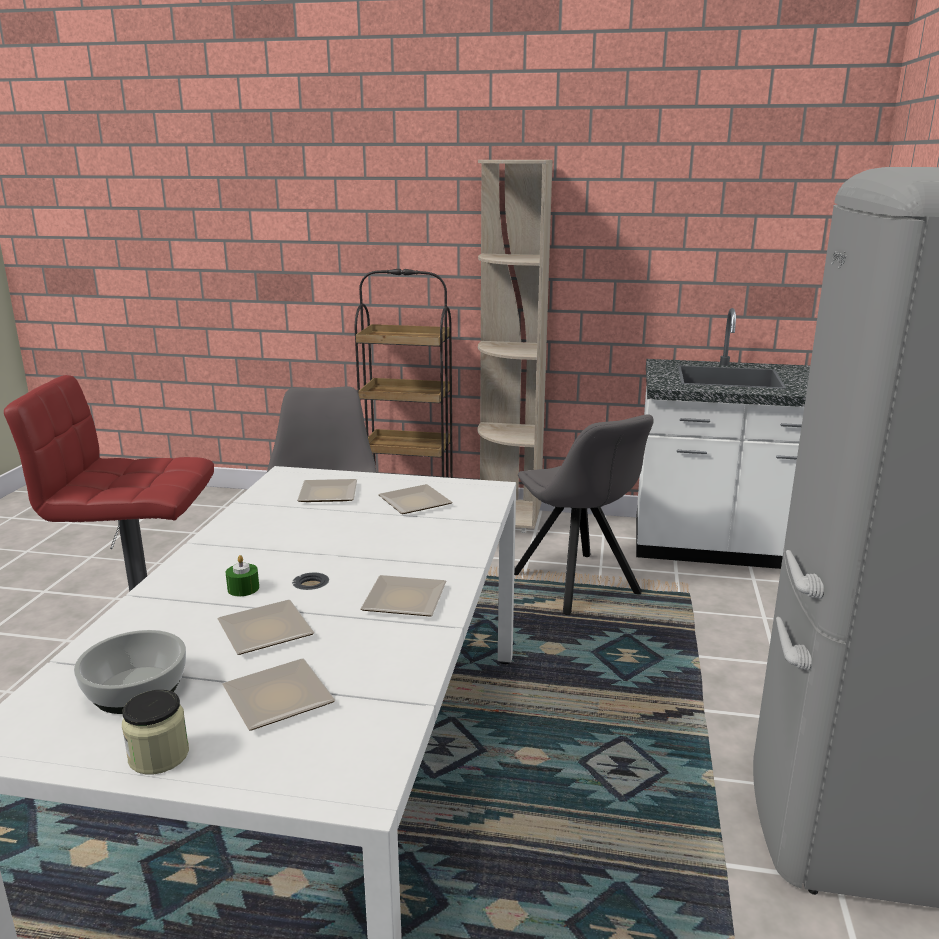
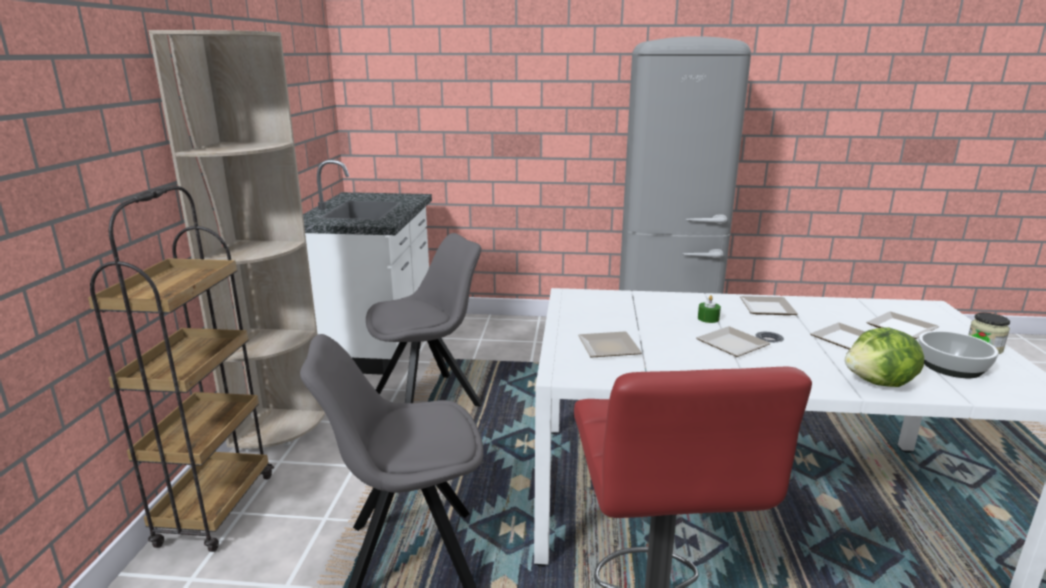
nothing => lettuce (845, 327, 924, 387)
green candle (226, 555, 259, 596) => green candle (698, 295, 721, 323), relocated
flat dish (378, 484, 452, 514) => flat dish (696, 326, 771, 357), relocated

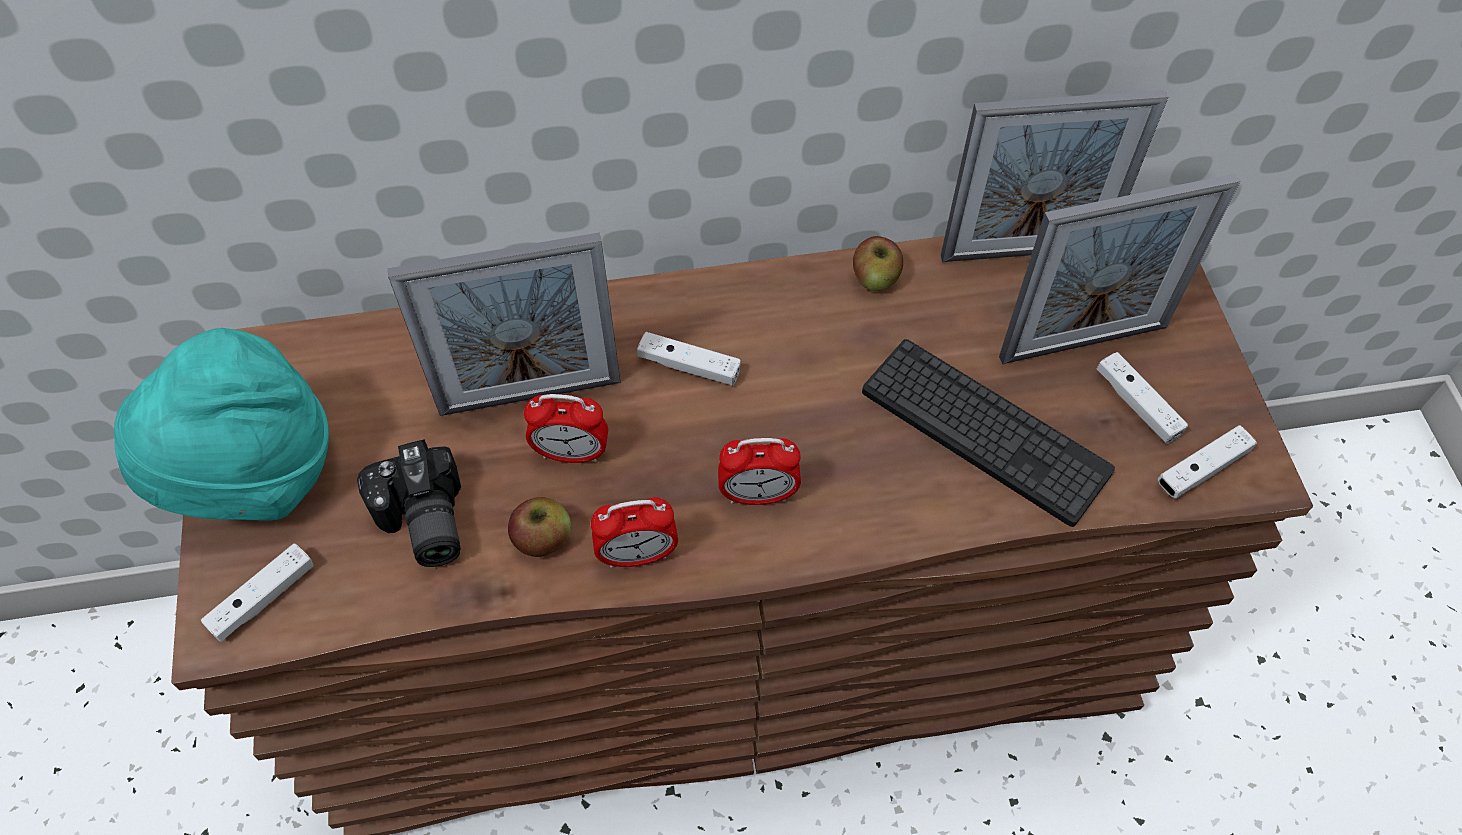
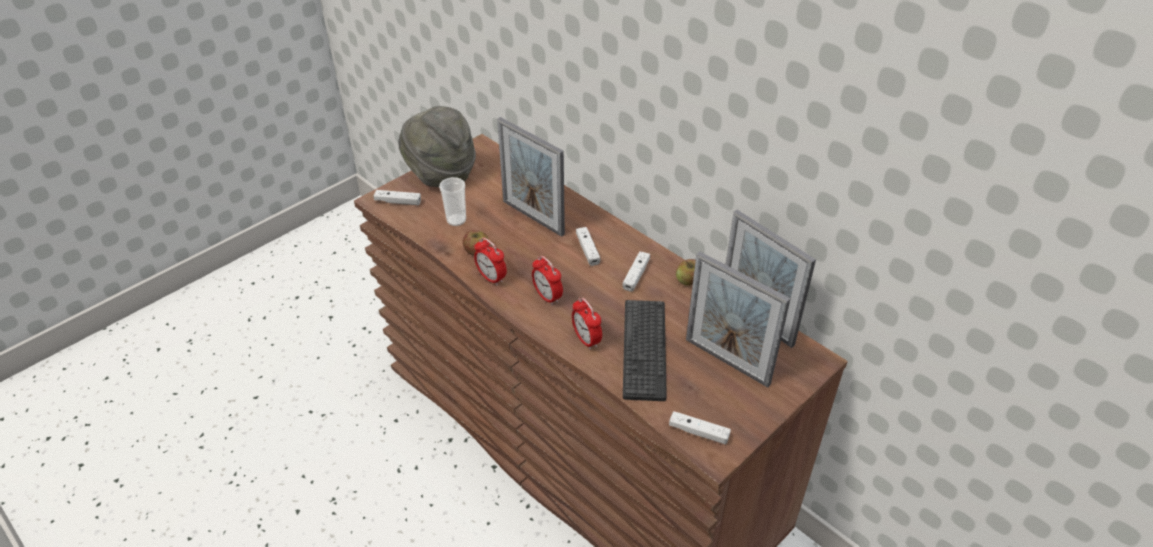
table clock (524, 394, 608, 463) => table clock (572, 298, 602, 350), relocated
white-coloured game controller (1097, 352, 1188, 444) => white-coloured game controller (623, 251, 650, 292), relocated
still camera (357, 439, 461, 567) => drinking cup (439, 177, 466, 226)
turquoise-coloured wearable hat (114, 328, 329, 521) => greyish wearable hat (399, 106, 476, 187)

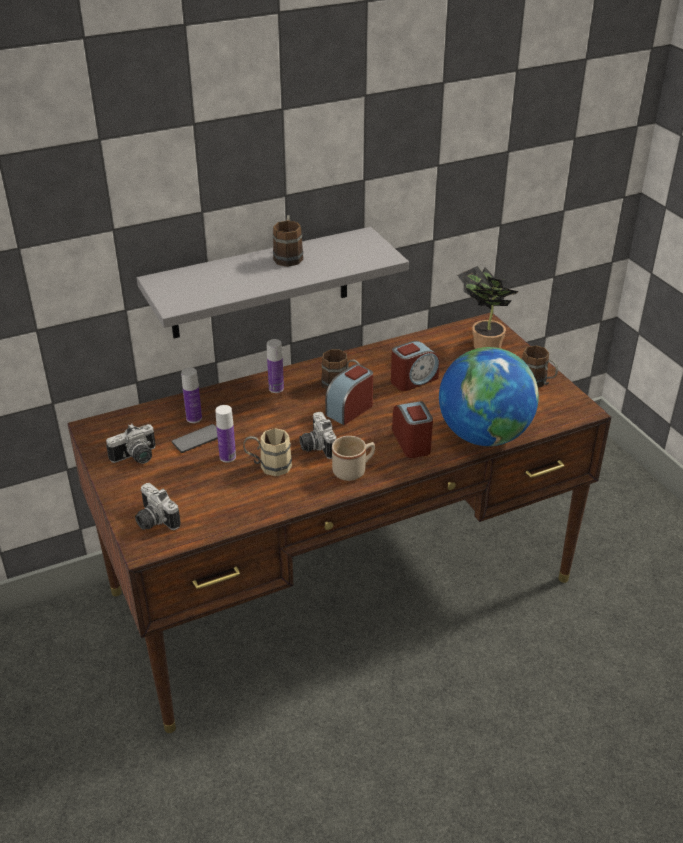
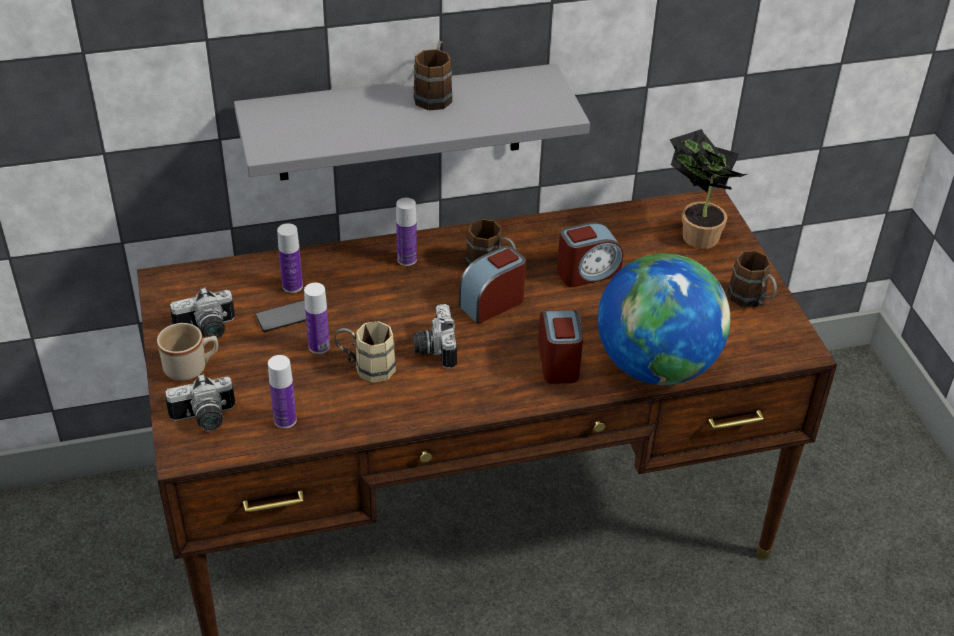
nothing => beverage bottle (268, 355, 297, 429)
beige-coloured tea mug (332, 436, 375, 481) => beige-coloured tea mug (157, 323, 218, 381), relocated
still camera (135, 483, 181, 530) => still camera (165, 374, 235, 431), 75 degrees counterclockwise

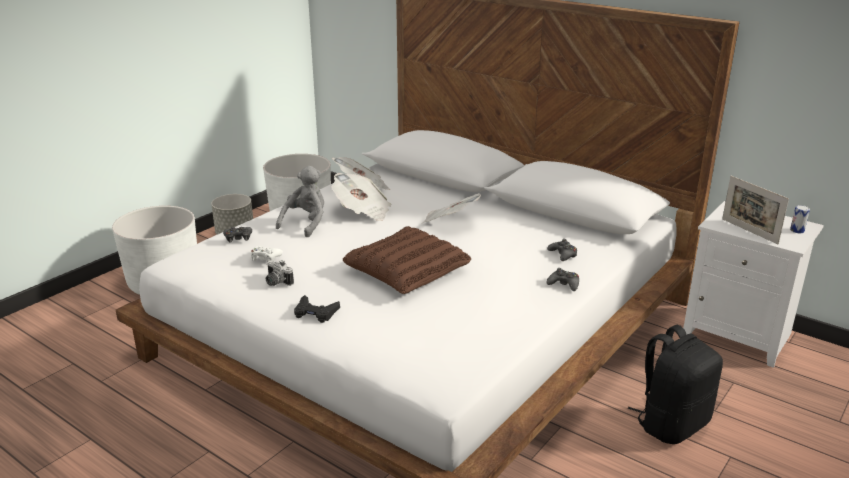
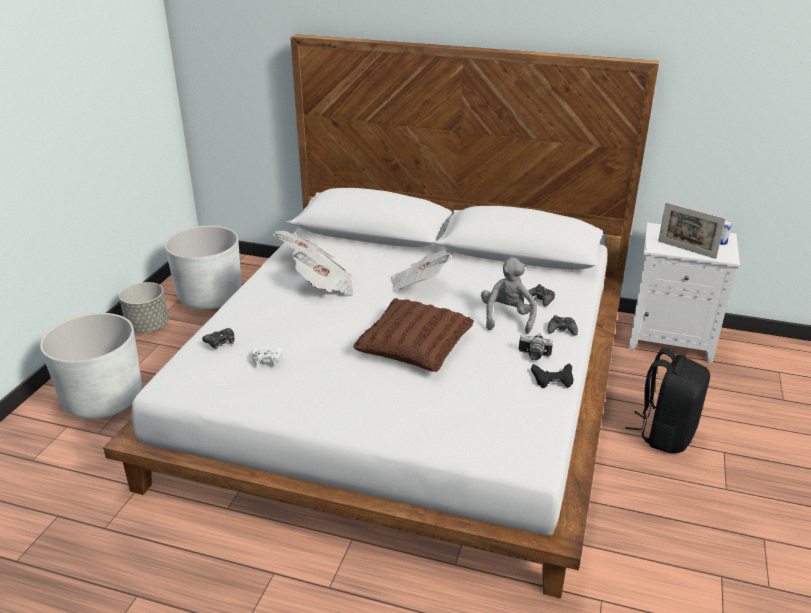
still camera (266, 260, 294, 286) => still camera (519, 333, 553, 361), relocated
greyish cuddly toy (276, 166, 324, 237) => greyish cuddly toy (481, 257, 537, 334), relocated
blackish game controller (294, 295, 340, 323) => blackish game controller (531, 363, 573, 388), relocated

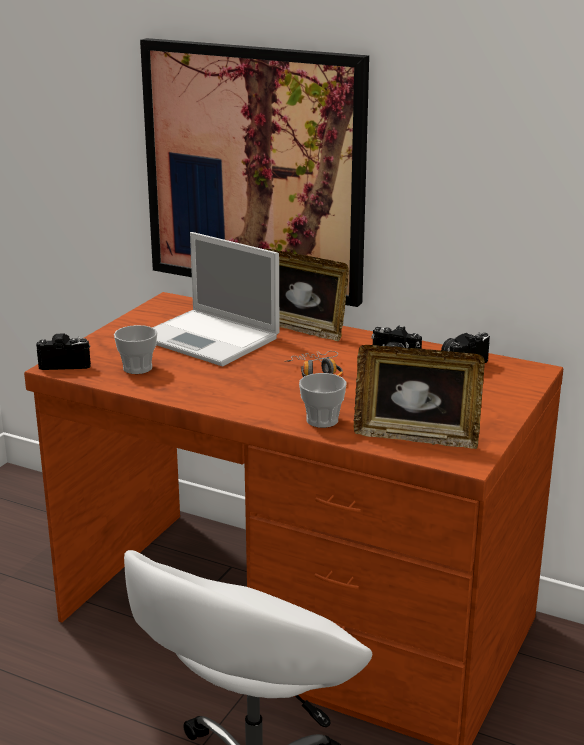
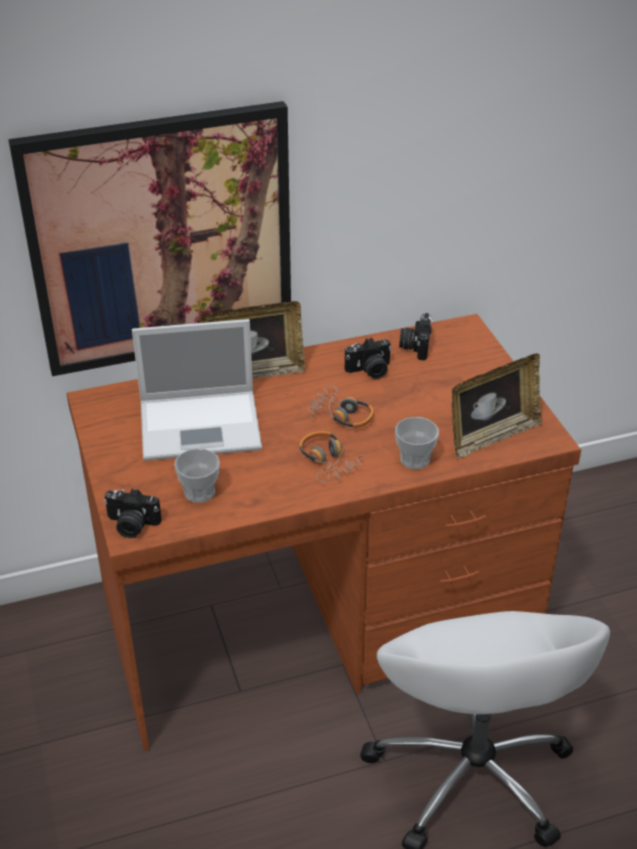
nothing => headphones (299, 431, 364, 482)
still camera (36, 334, 91, 370) => still camera (104, 489, 162, 538), 120 degrees counterclockwise

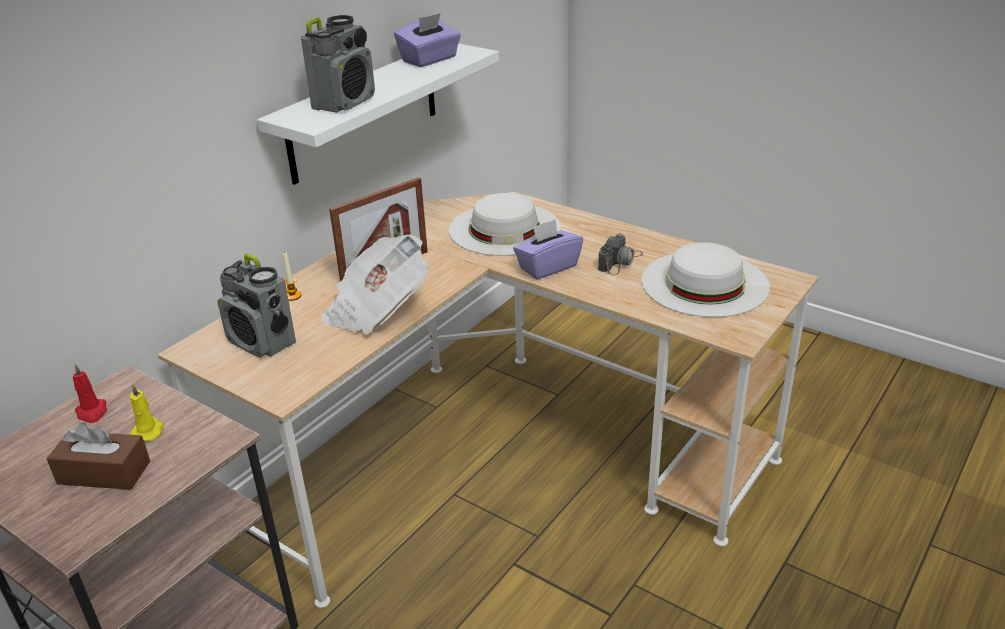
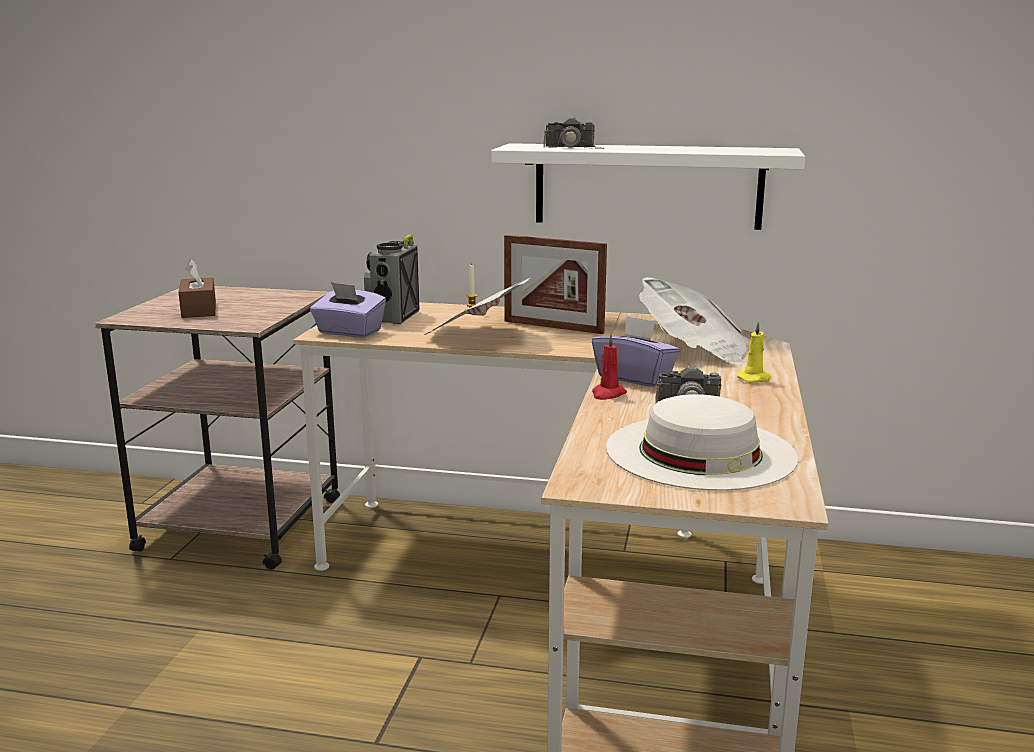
red-coloured candle (73, 364, 107, 423) => red-coloured candle (592, 334, 627, 400), relocated
yellow candle (130, 384, 164, 441) => yellow candle (737, 321, 772, 382), relocated
purple-coloured tissue box (394, 13, 461, 67) => purple-coloured tissue box (310, 282, 386, 338), relocated
radio (301, 15, 375, 113) => still camera (543, 117, 605, 149)
white-coloured wearable hat (449, 193, 561, 256) => printed paper (639, 277, 750, 365)

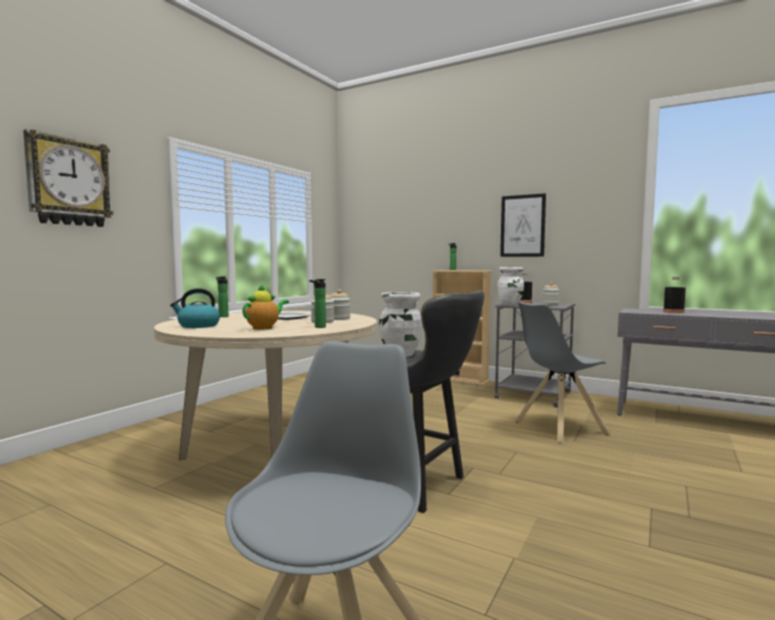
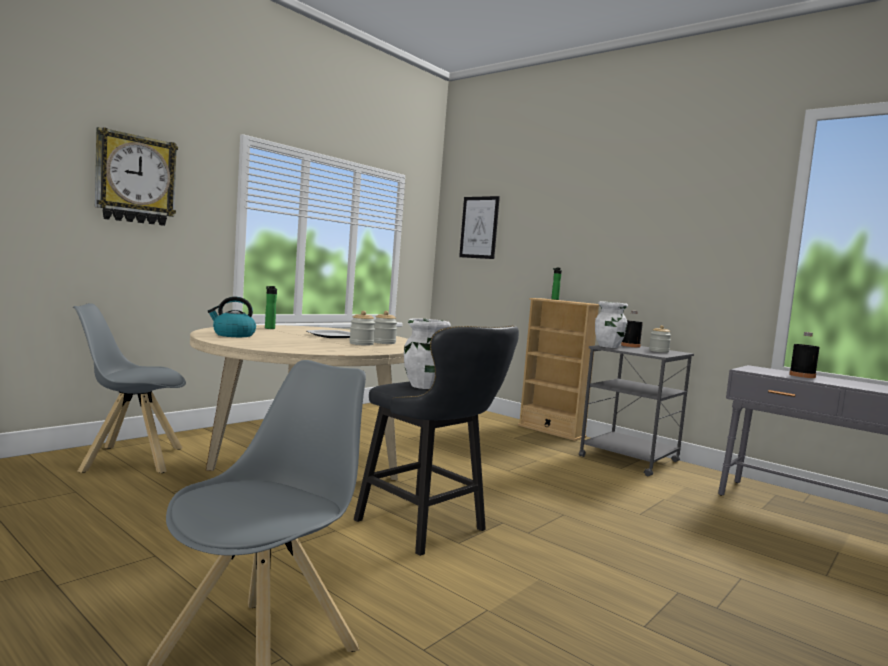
pot for tea (242, 283, 289, 330) => nothing
beverage bottle (309, 279, 326, 328) => nothing
wall art (500, 193, 546, 257) => wall art (459, 196, 500, 259), relocated
greyish upright chair (514, 301, 609, 443) => greyish upright chair (73, 303, 186, 473), relocated

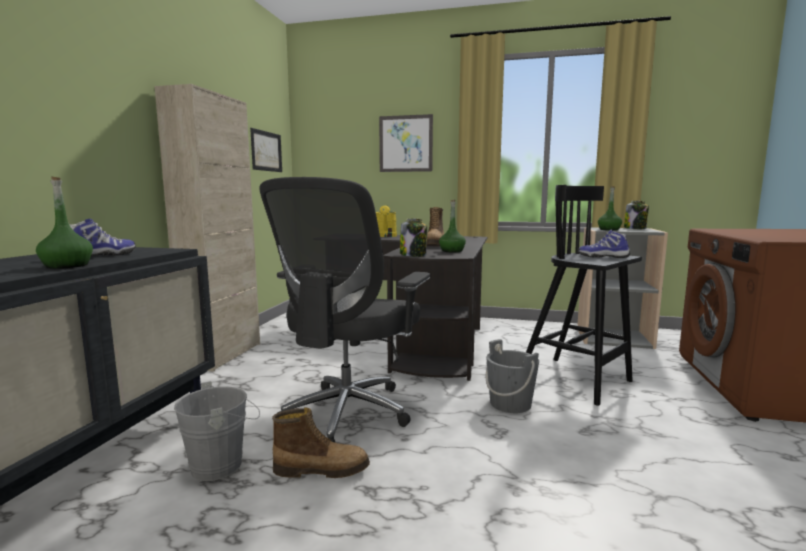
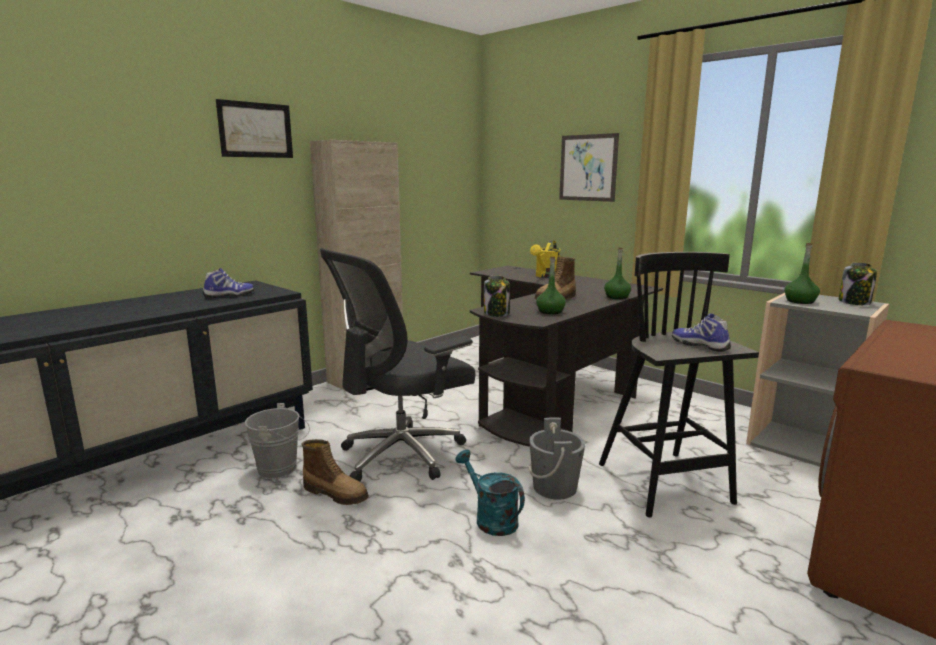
nothing => turquoise-coloured watering pot (456, 449, 525, 536)
green beverage bottle (36, 177, 93, 269) => green beverage bottle (604, 247, 631, 299), relocated
wall art (250, 128, 282, 172) => wall art (216, 99, 293, 158), relocated

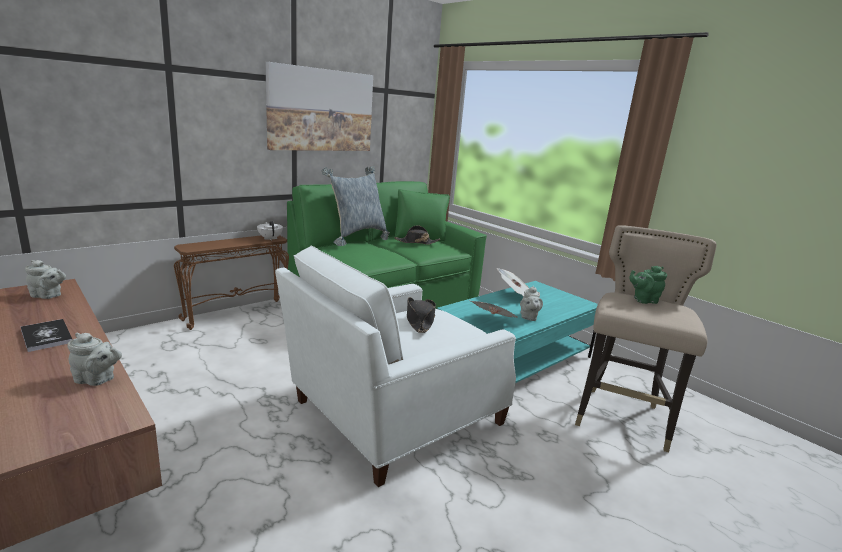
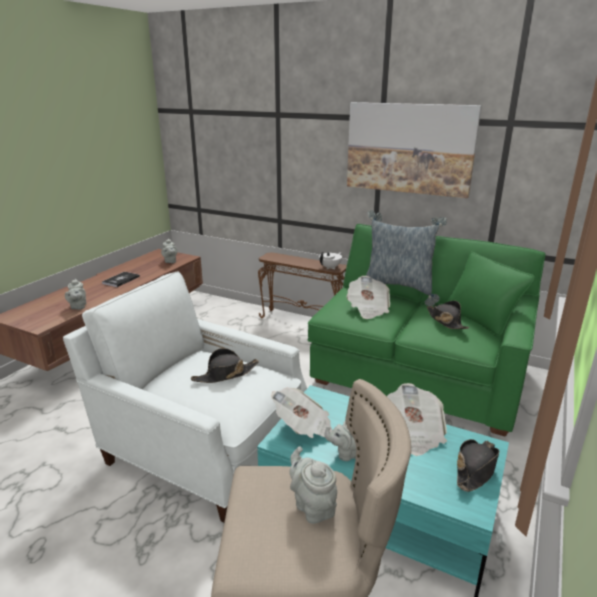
nothing => printed paper (346, 276, 390, 319)
nothing => blackish wearable hat (457, 439, 500, 492)
green pot for tea (629, 266, 667, 304) => greyish pot for tea (289, 446, 337, 524)

